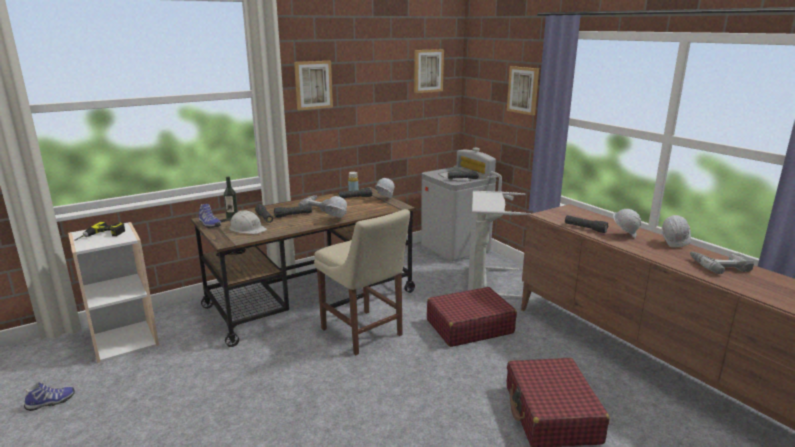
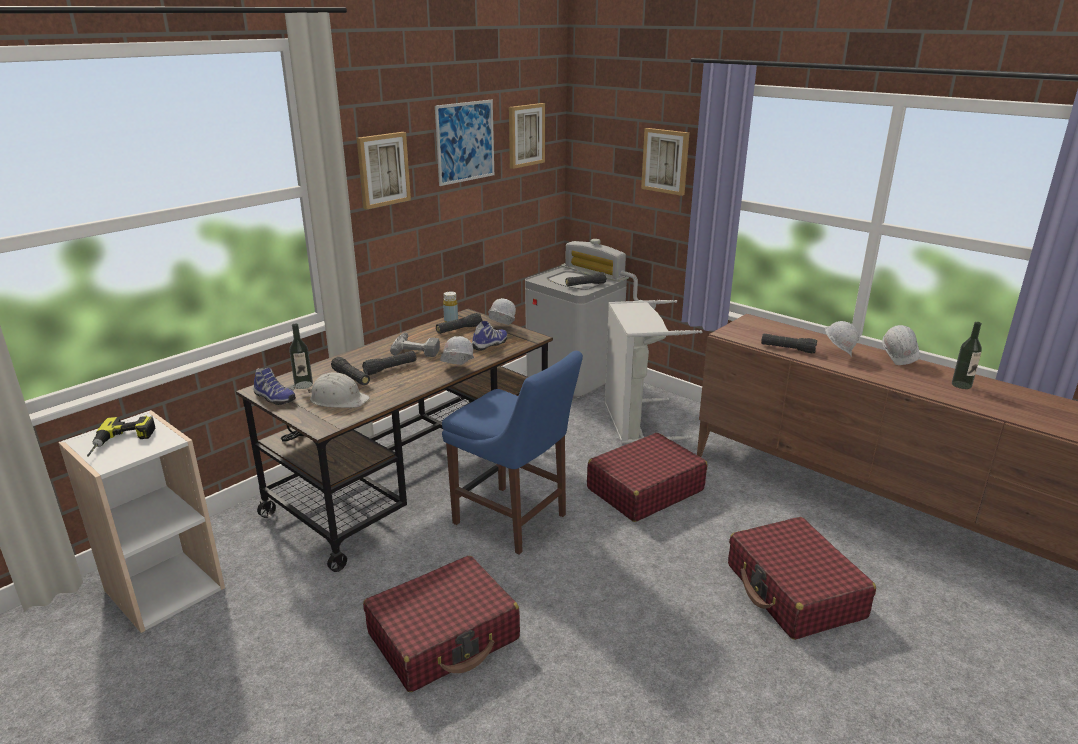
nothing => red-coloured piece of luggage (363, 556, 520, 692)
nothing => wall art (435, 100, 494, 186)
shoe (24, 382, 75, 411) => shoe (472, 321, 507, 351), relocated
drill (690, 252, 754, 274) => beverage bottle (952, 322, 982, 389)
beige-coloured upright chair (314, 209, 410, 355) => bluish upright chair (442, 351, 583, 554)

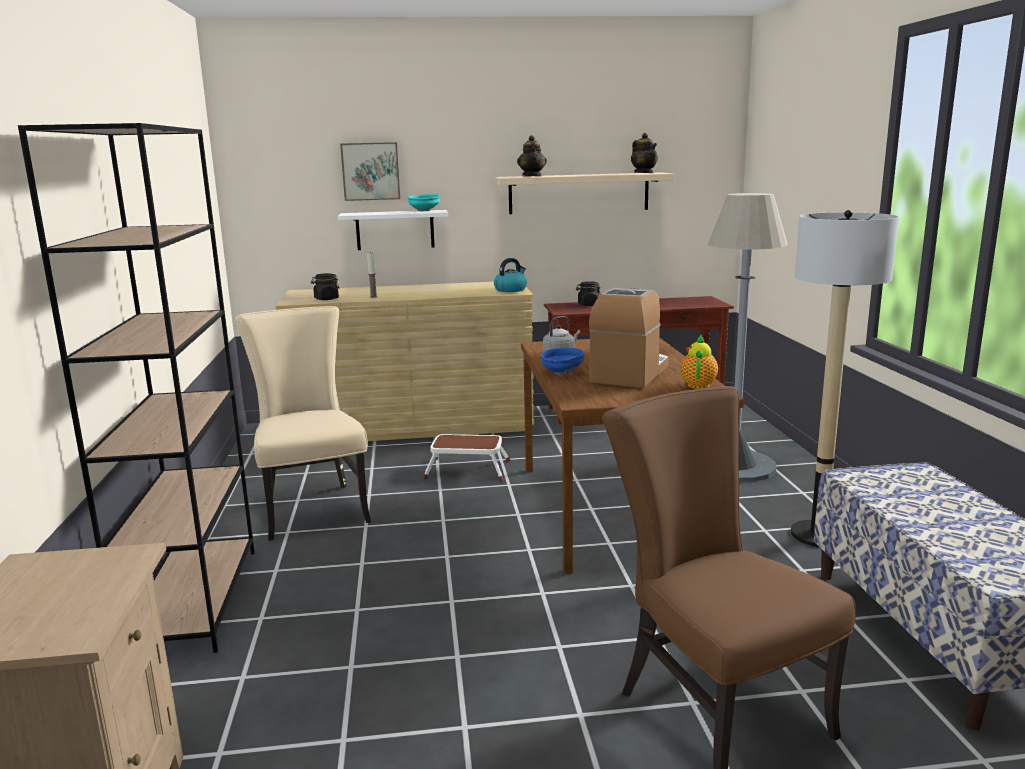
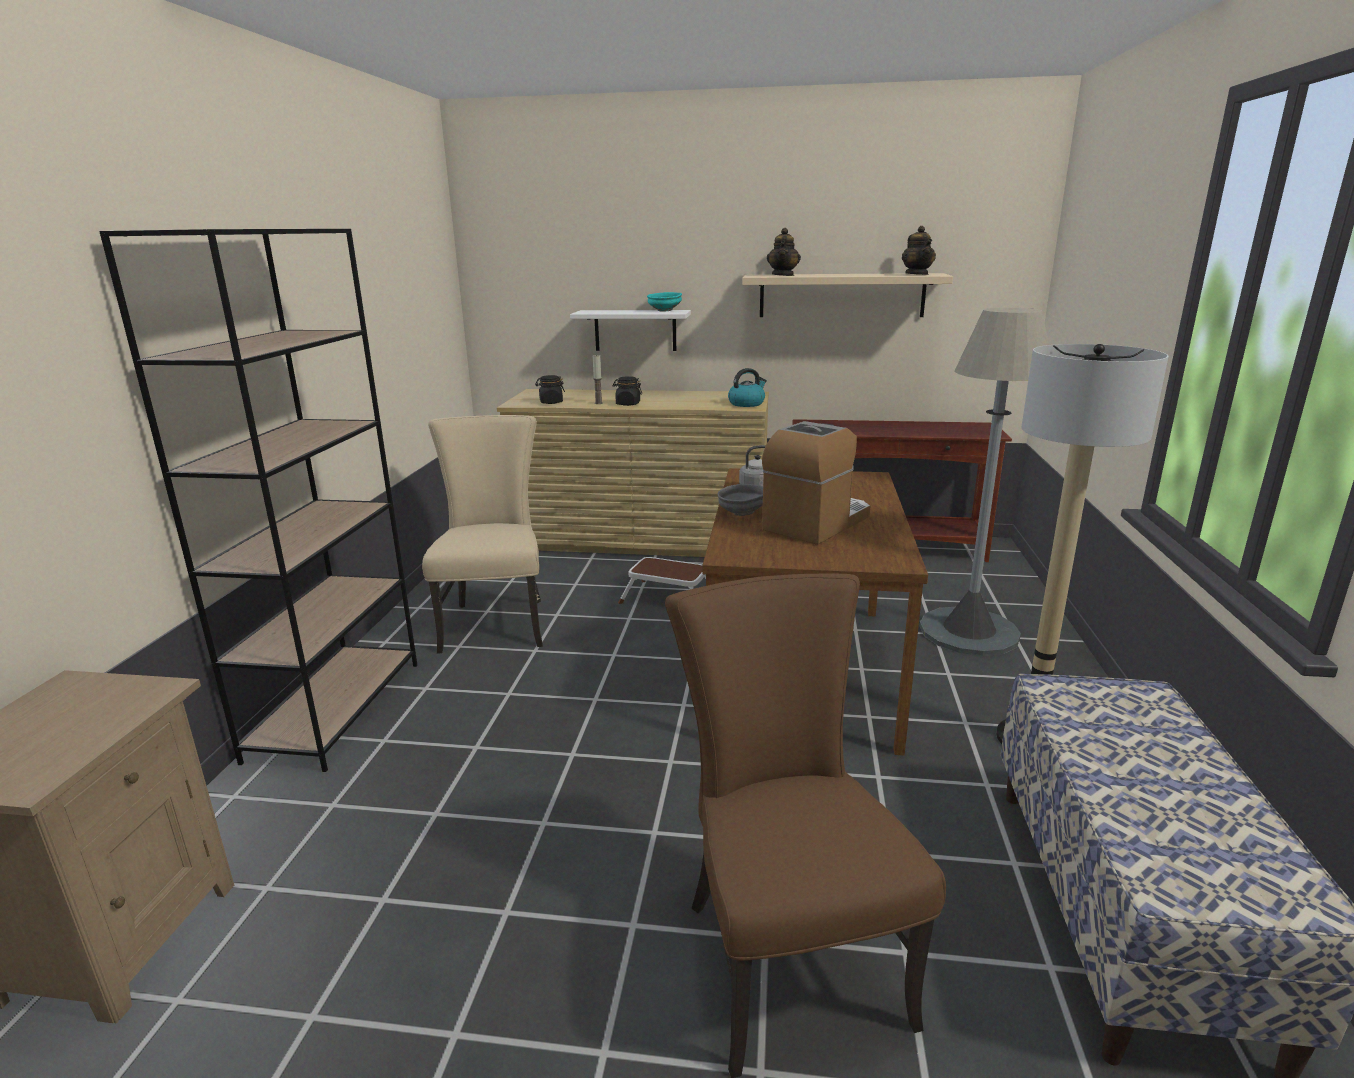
wall art (340, 142, 400, 201) => nothing
pot for tea (681, 335, 718, 389) => nothing
blackish preserve jar (576, 281, 600, 306) => blackish preserve jar (612, 376, 642, 406), relocated
bluish bowl (540, 348, 585, 375) => greyish bowl (717, 484, 763, 516)

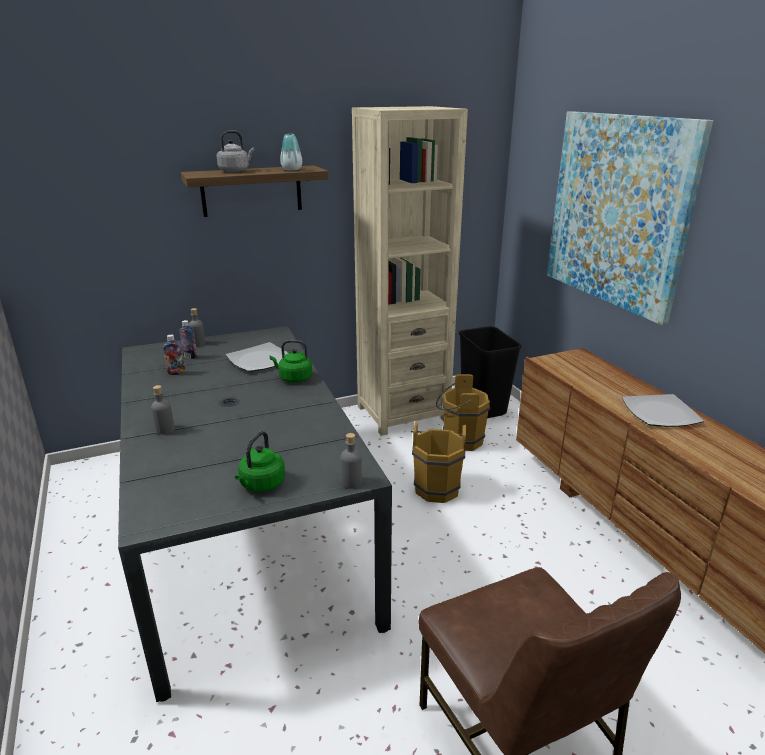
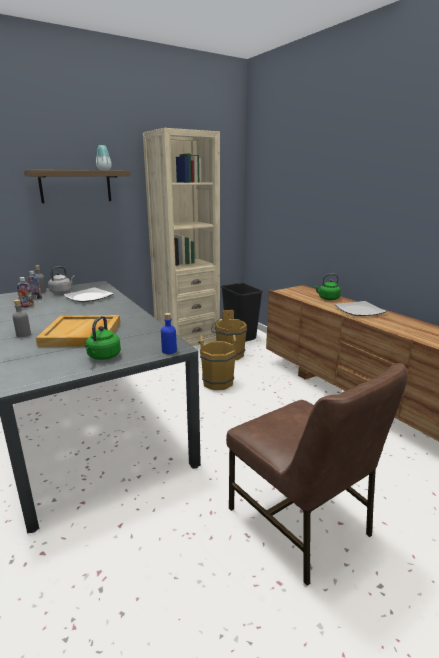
wall art (547, 111, 713, 326) => nothing
nothing => beige-coloured serving tray (36, 315, 120, 347)
greyish water kettle (217, 131, 255, 172) => greyish water kettle (48, 266, 75, 294), relocated
green water kettle (270, 340, 312, 383) => green water kettle (314, 274, 341, 300), relocated
greyish beverage bottle (340, 433, 362, 489) => bluish beverage bottle (161, 313, 177, 354)

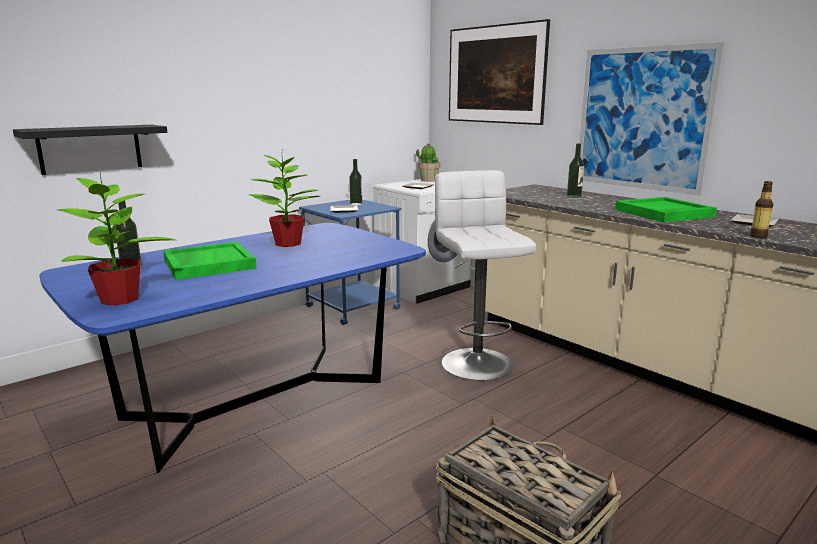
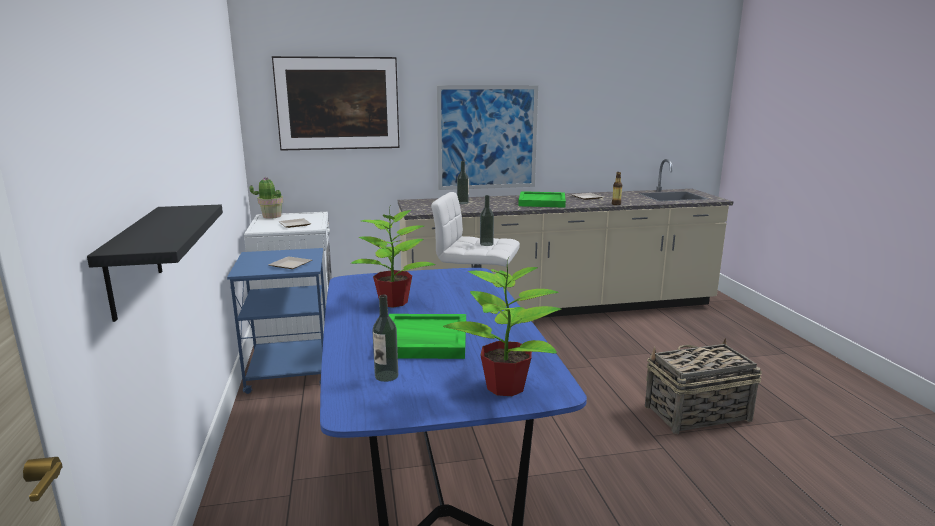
beverage bottle (349, 159, 362, 205) => beverage bottle (480, 195, 494, 246), relocated

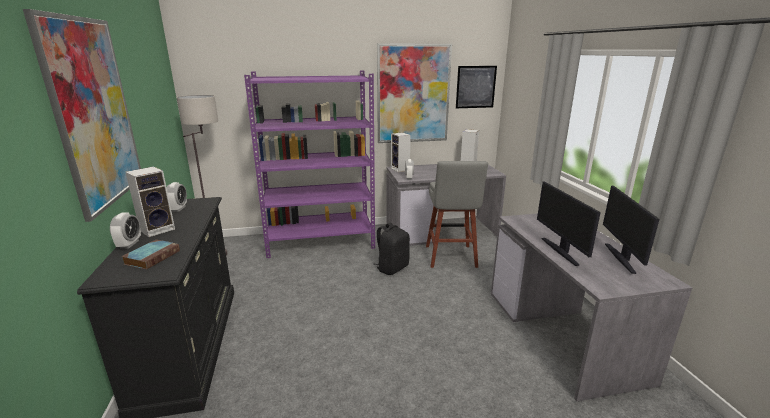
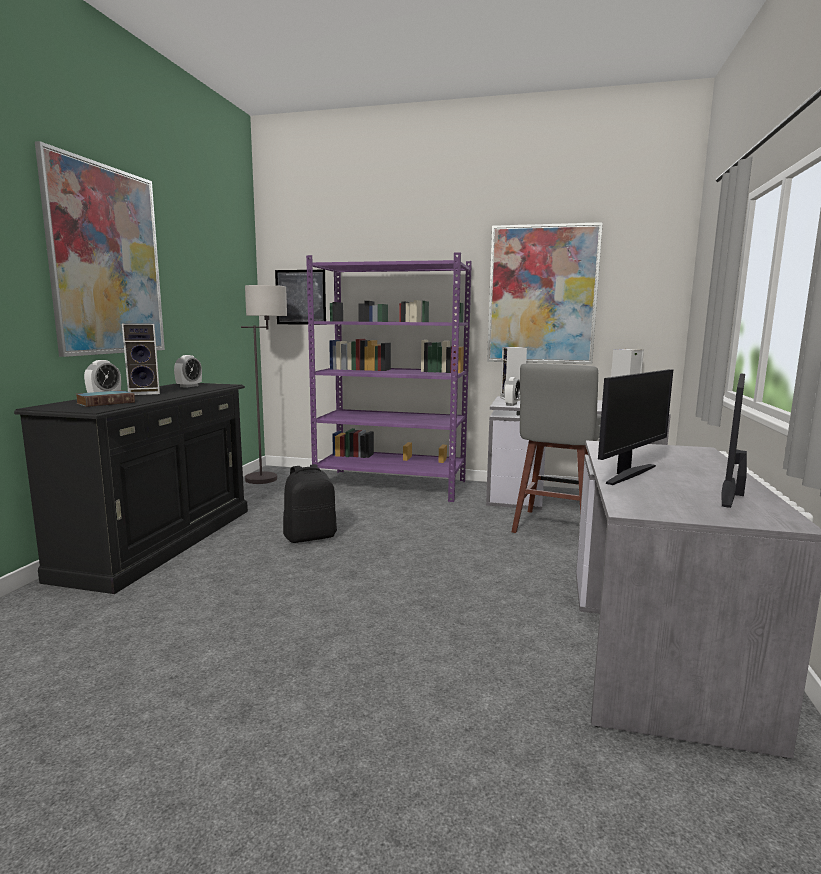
blackish rucksack (374, 223, 410, 275) => blackish rucksack (283, 464, 337, 543), relocated
wall art (456, 66, 497, 108) => wall art (275, 270, 326, 325), relocated
computer screen (537, 182, 601, 266) => computer screen (598, 369, 673, 485), 150 degrees counterclockwise

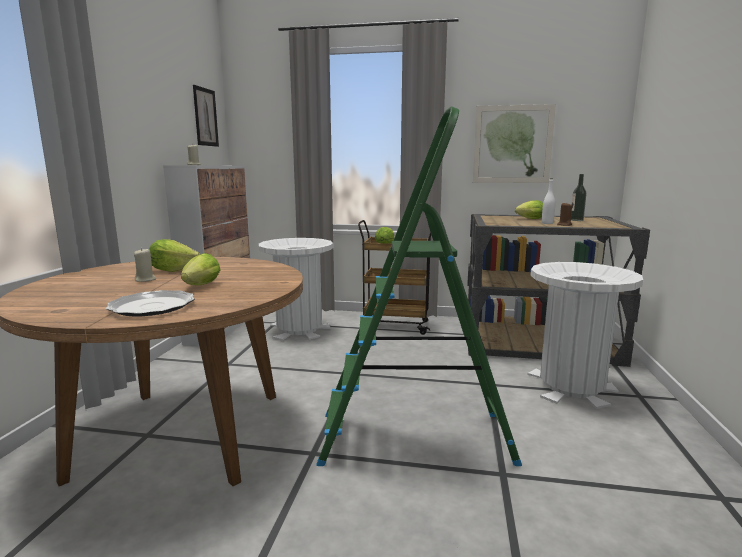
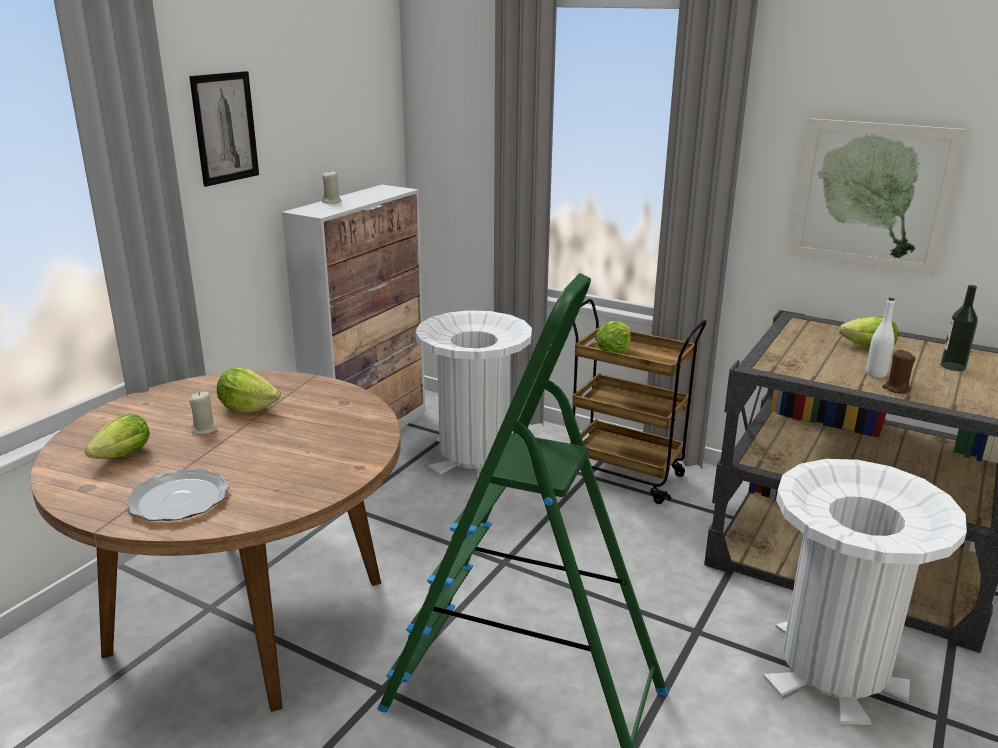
lettuce (181, 253, 221, 285) => lettuce (85, 414, 150, 459), relocated
wall art (193, 85, 219, 147) => wall art (189, 71, 259, 187), relocated

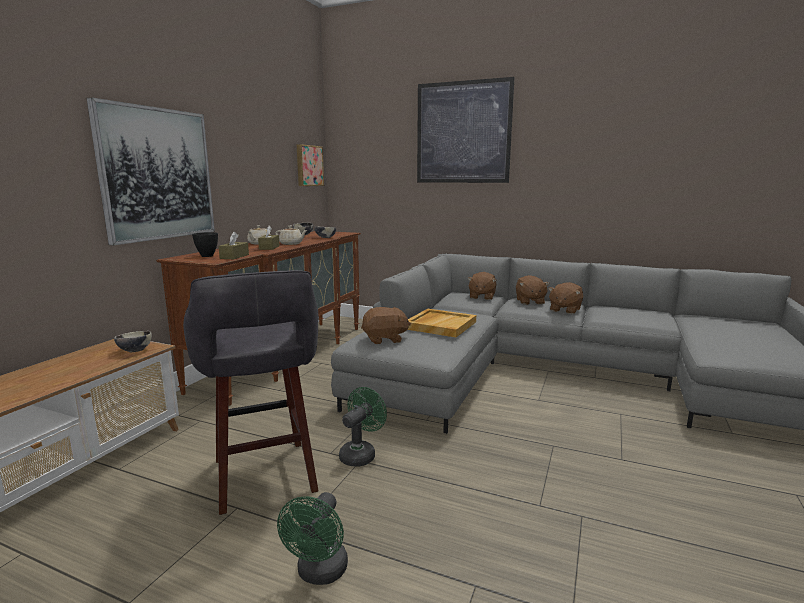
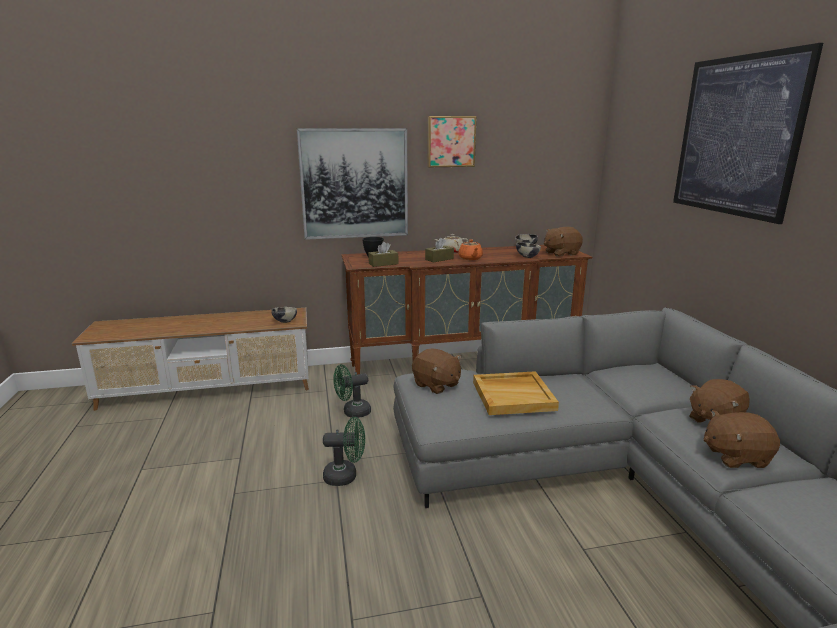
greyish sitting stool (183, 270, 318, 515) => nothing
green cooling fan (277, 492, 348, 585) => green cooling fan (333, 364, 371, 418), relocated
wall art (297, 144, 324, 186) => wall art (427, 116, 477, 167), relocated
brown cuddly toy (467, 272, 496, 300) => brown cuddly toy (544, 227, 583, 257), relocated
beige-coloured pot for tea (276, 226, 307, 245) => orange-coloured pot for tea (458, 240, 483, 260)

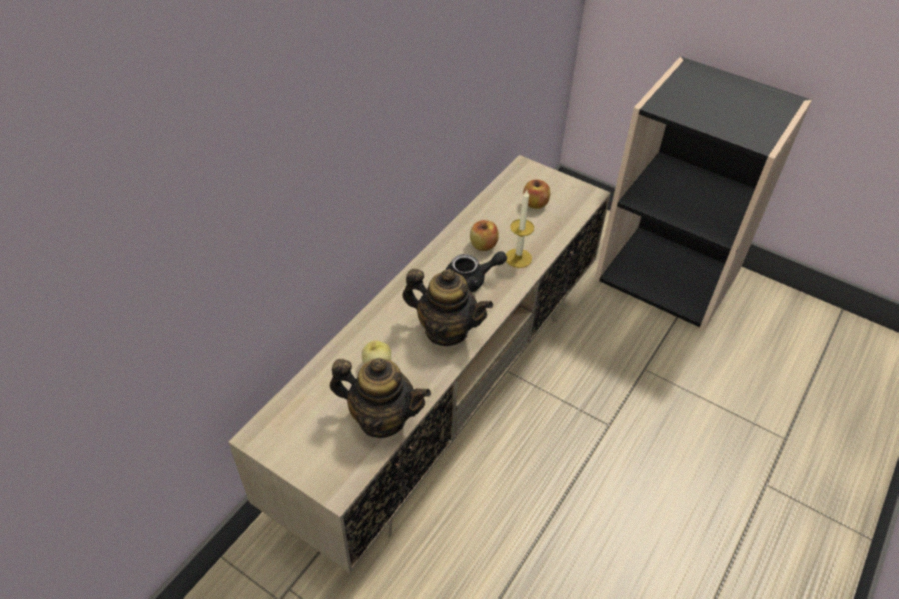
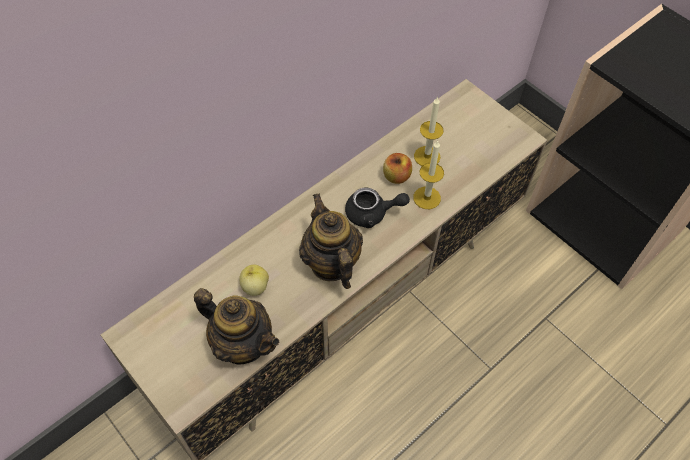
apple (523, 180, 550, 209) => nothing
nothing => candle (414, 96, 444, 166)
pot for tea (402, 269, 493, 346) => pot for tea (299, 194, 363, 289), 150 degrees counterclockwise

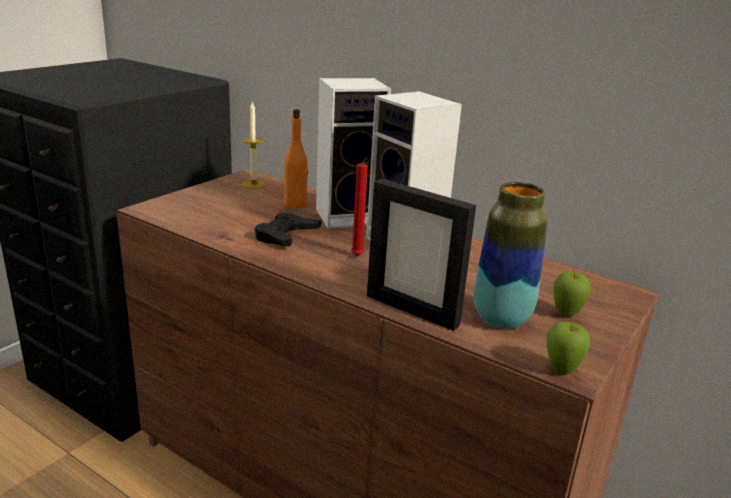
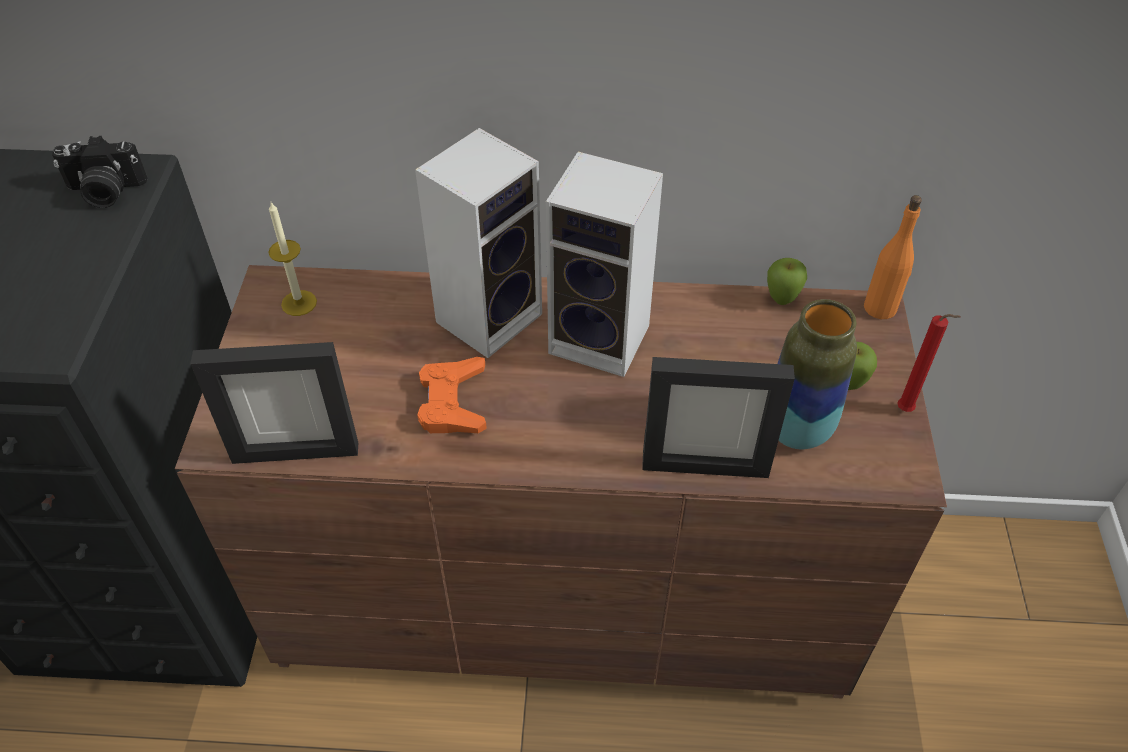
nothing => still camera (52, 136, 148, 208)
nothing => standing frame (190, 342, 358, 464)
orange-coloured beverage bottle (284, 109, 308, 209) => orange-coloured beverage bottle (864, 195, 922, 319), relocated
red-coloured candle (351, 157, 368, 256) => red-coloured candle (897, 314, 961, 412), relocated
apple (547, 322, 591, 375) => apple (767, 258, 807, 305), relocated
blackish game controller (255, 212, 321, 246) => orange-coloured game controller (417, 357, 487, 433)

